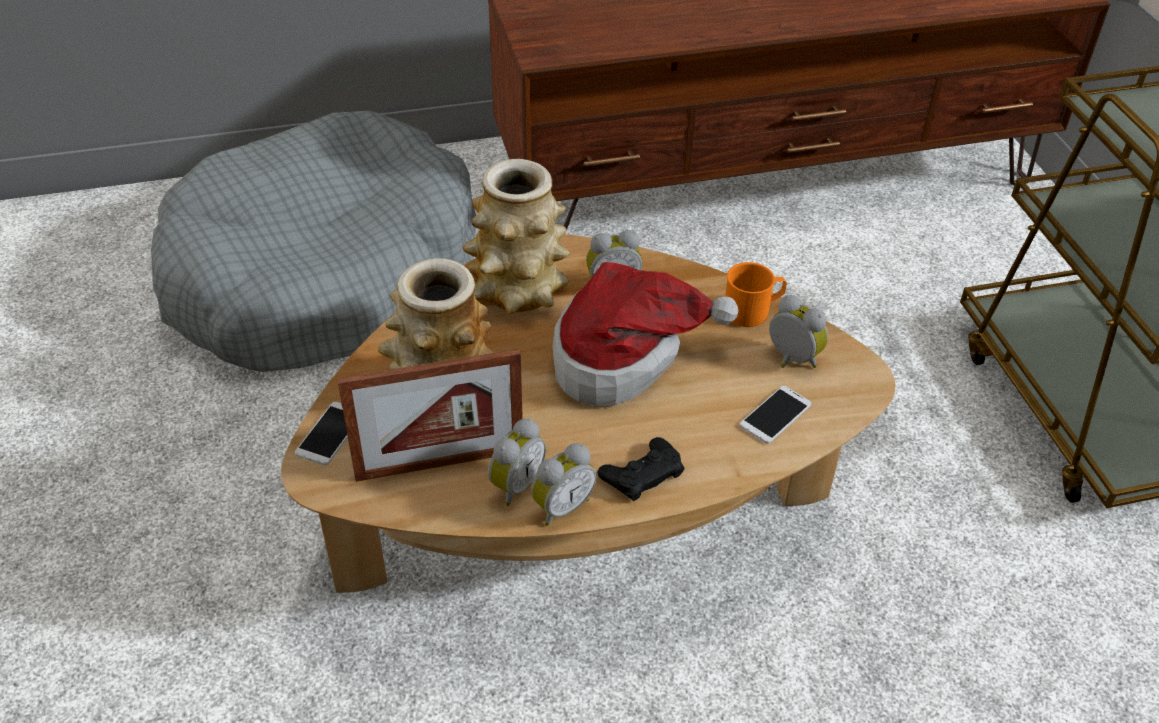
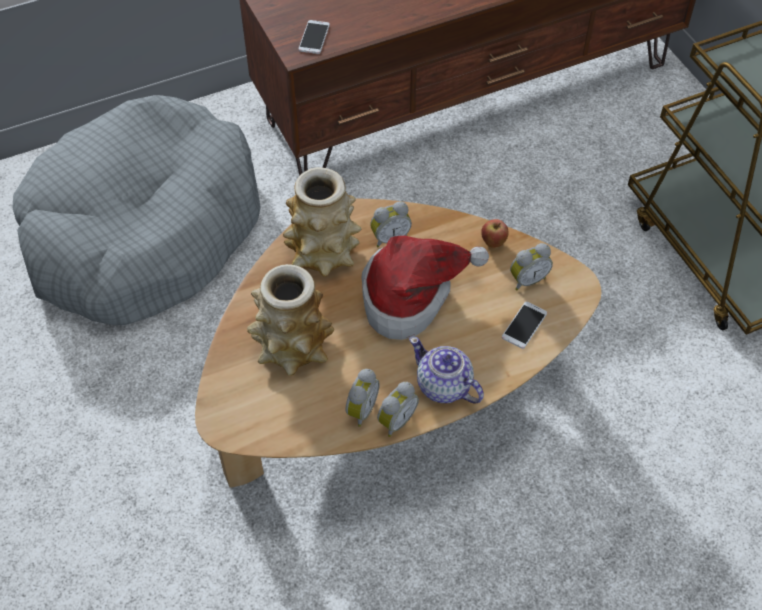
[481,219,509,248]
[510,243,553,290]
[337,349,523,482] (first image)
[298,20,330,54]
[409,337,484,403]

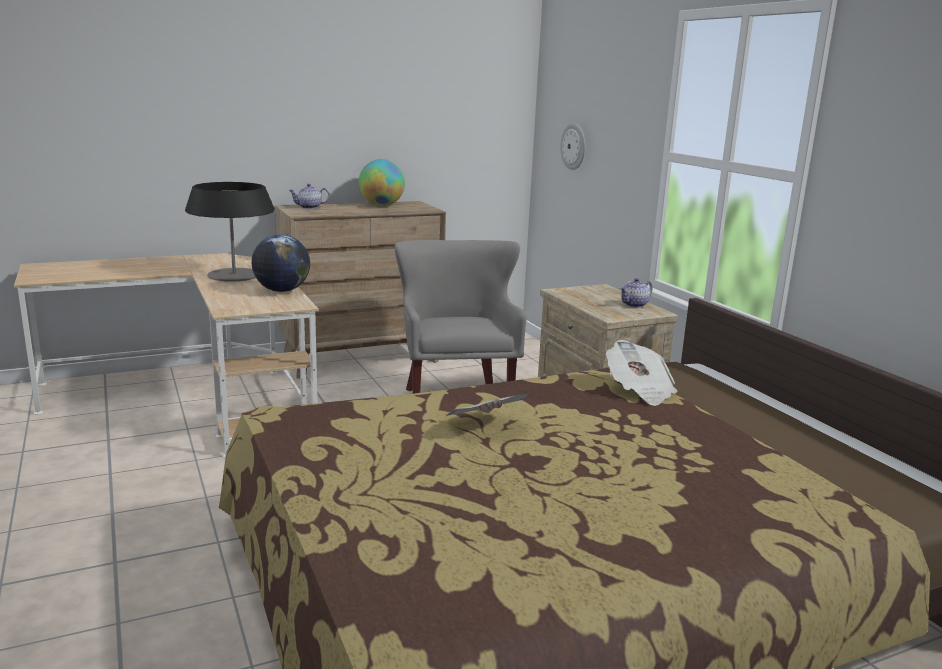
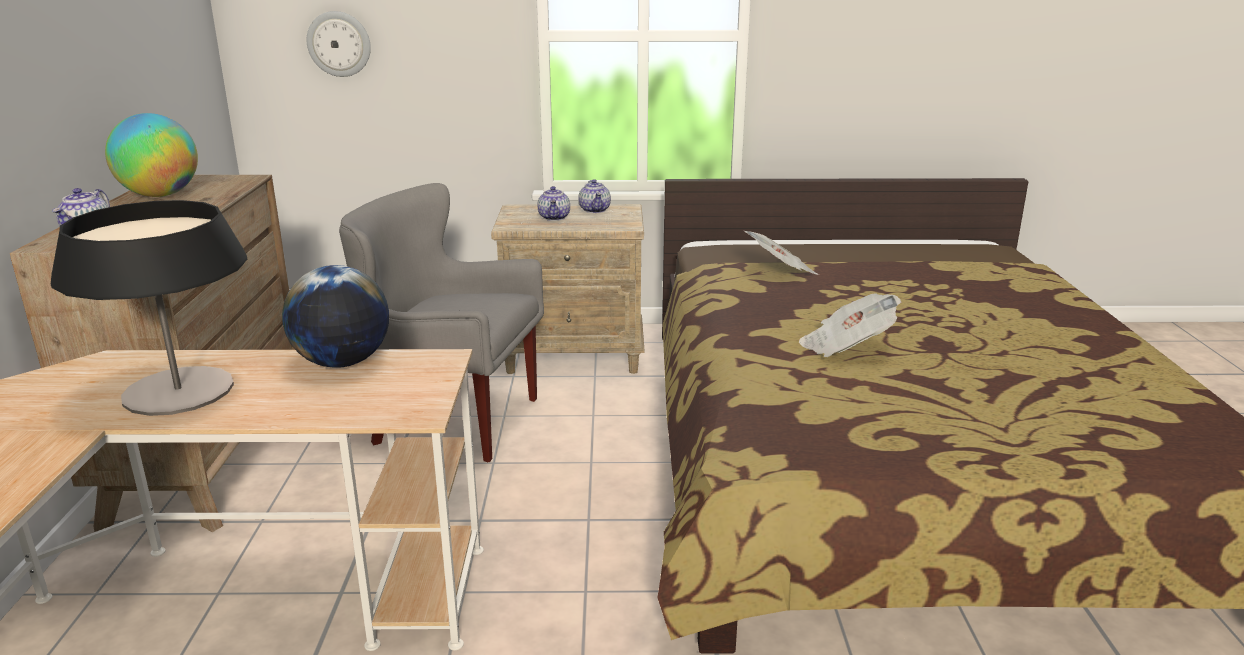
[538,186,570,221]

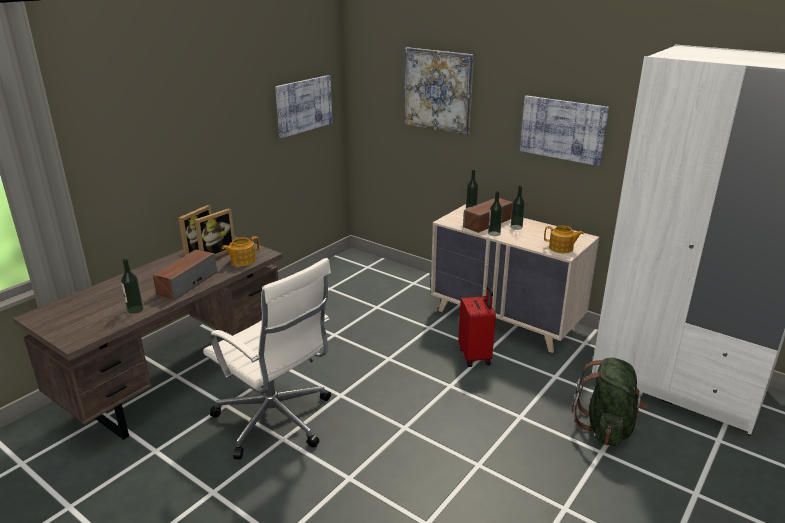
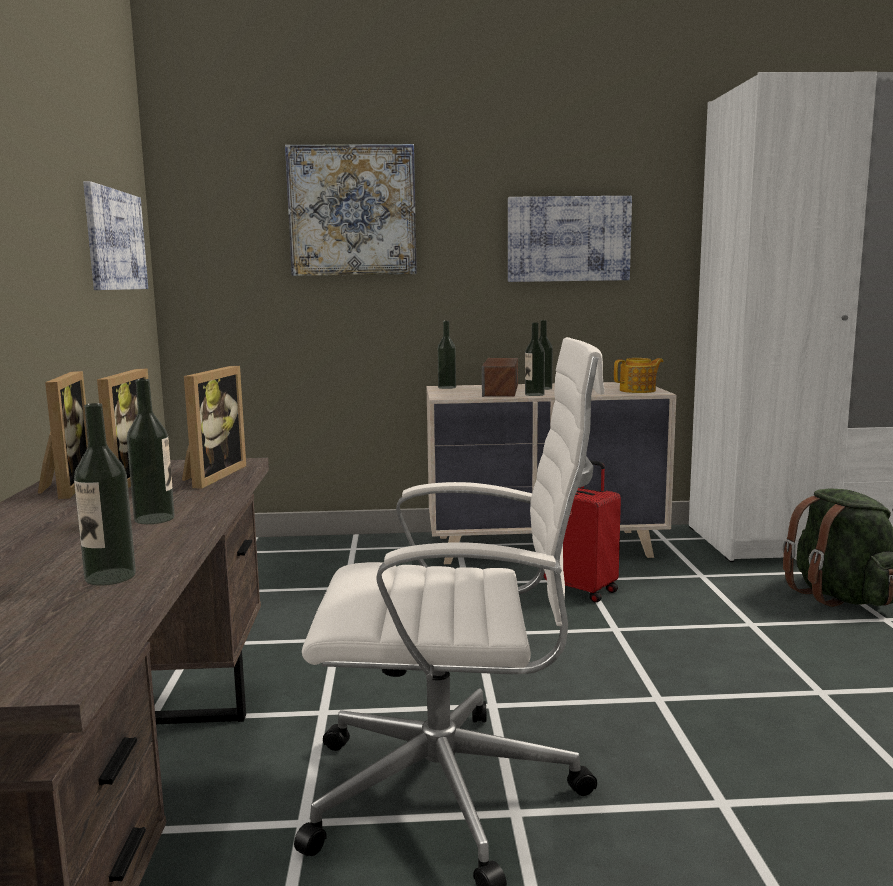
[182,366,246,489]
[127,379,175,524]

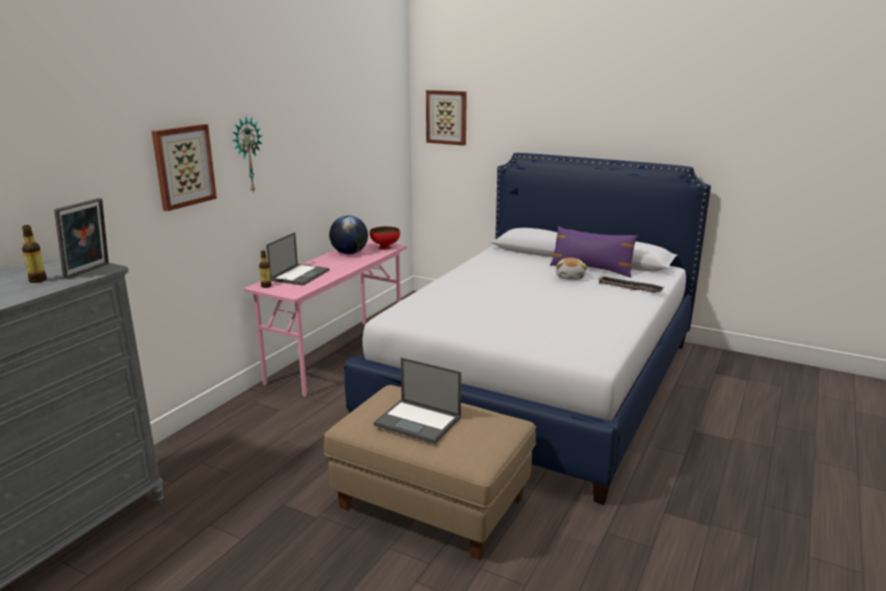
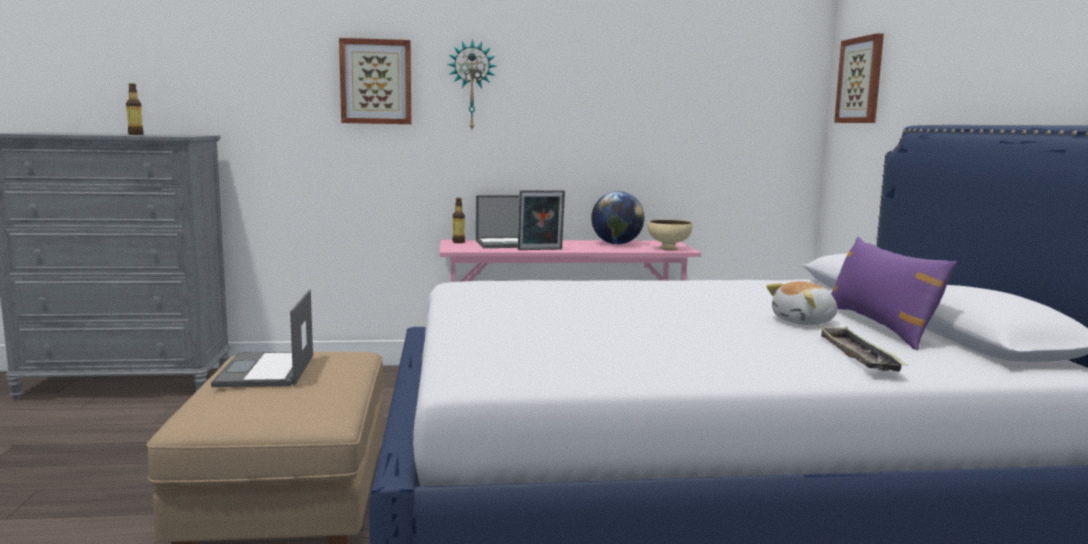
[518,190,565,250]
[648,220,692,250]

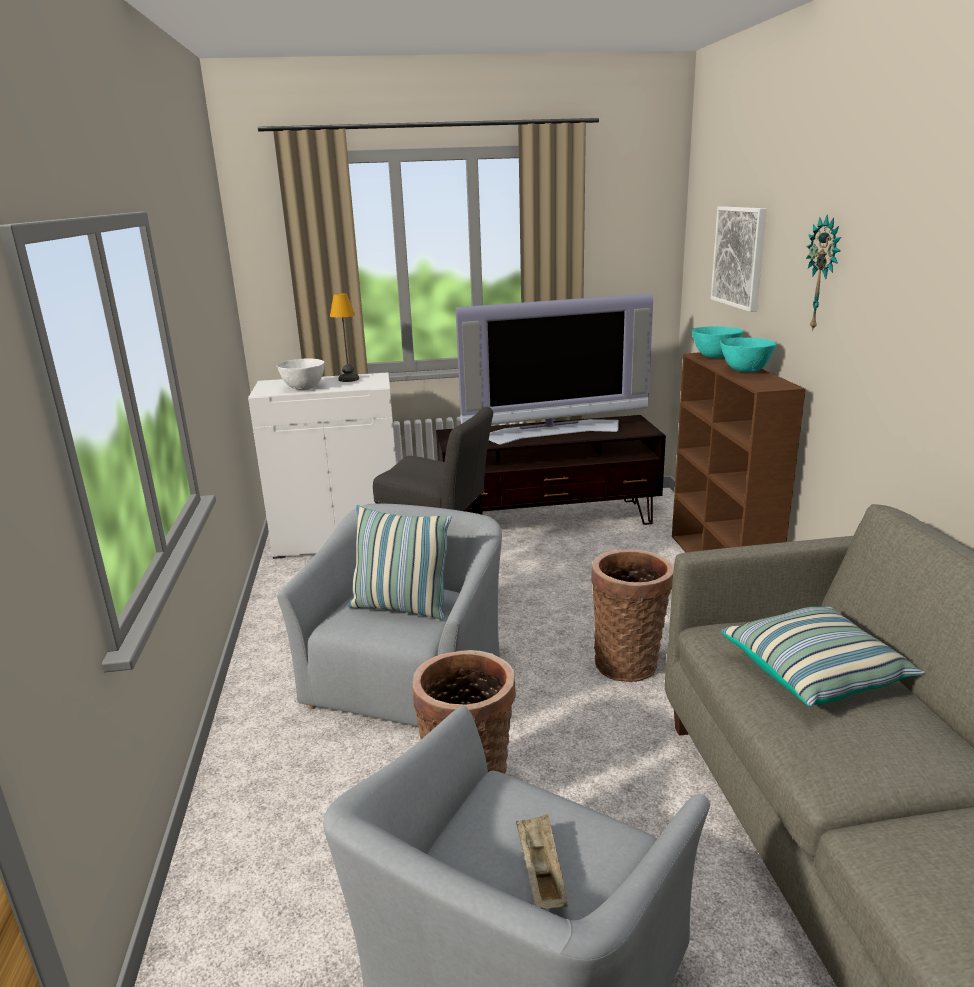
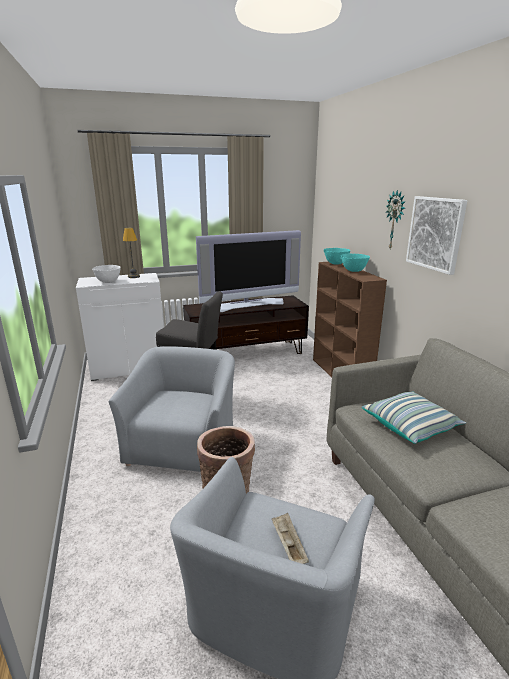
[406,196,467,275]
[348,505,452,620] (first image)
[591,550,674,682] (first image)

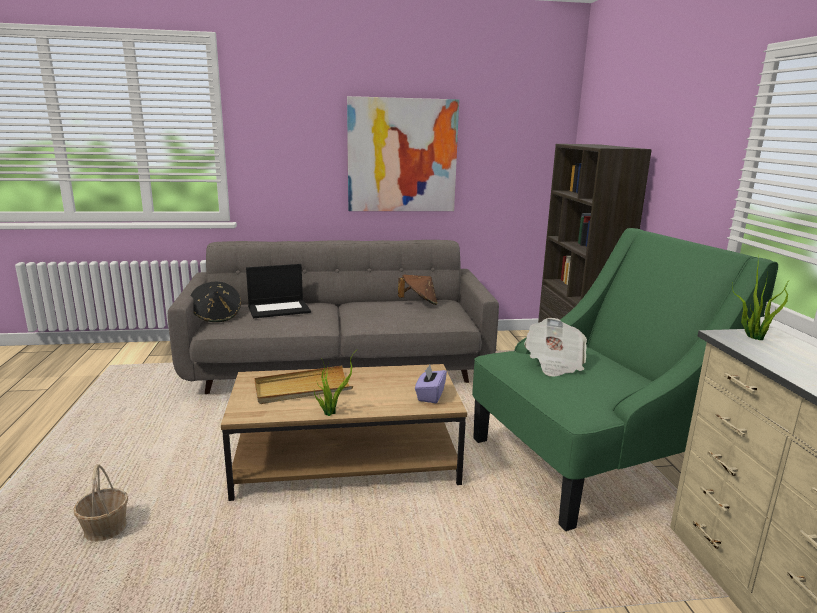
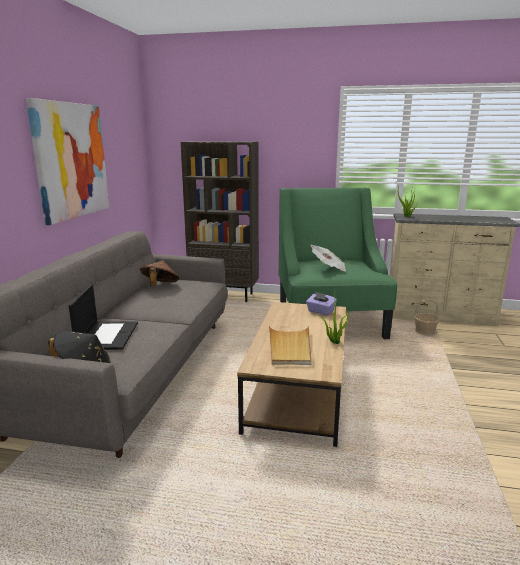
[414,299,439,335]

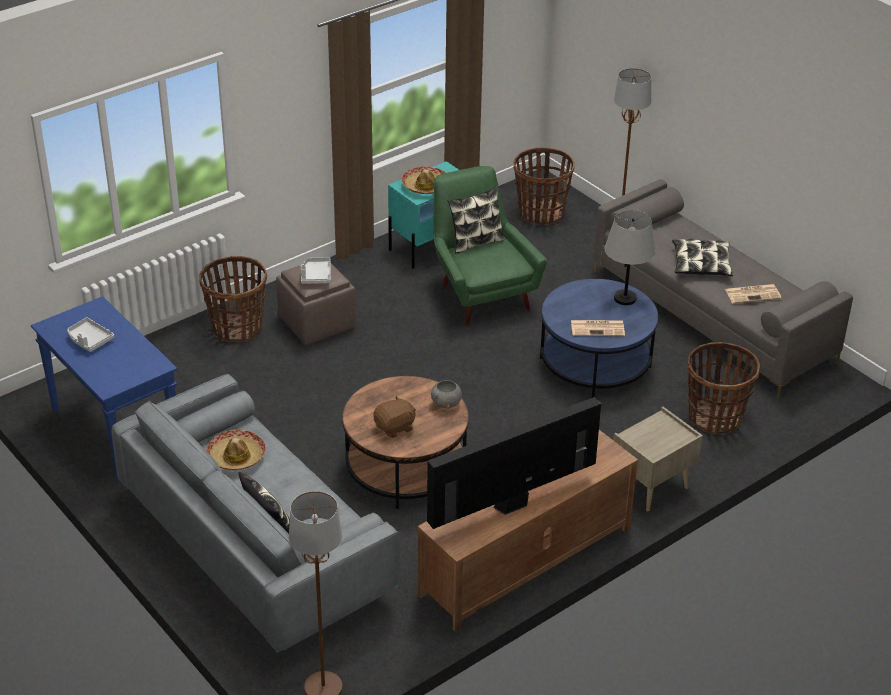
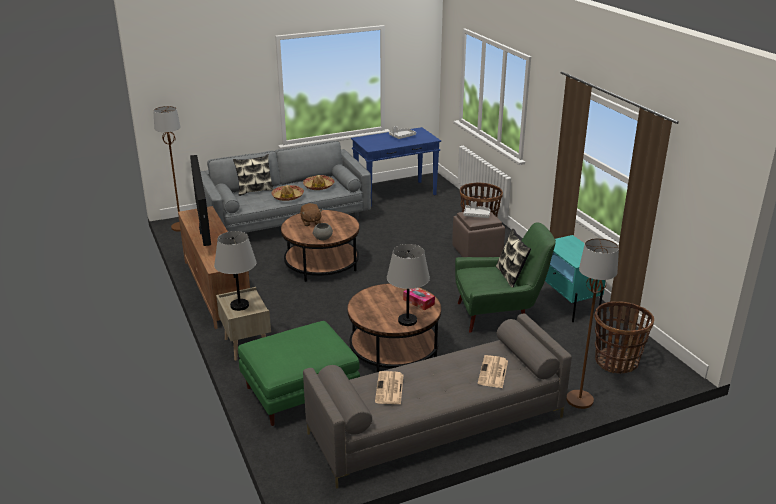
[271,185,304,201]
[672,239,733,276] (first image)
[347,283,441,372]
[478,355,508,388]
[238,321,360,426]
[214,231,257,311]
[403,288,435,310]

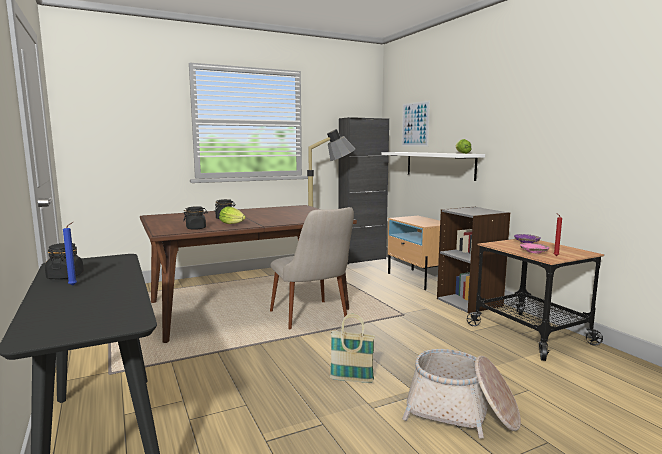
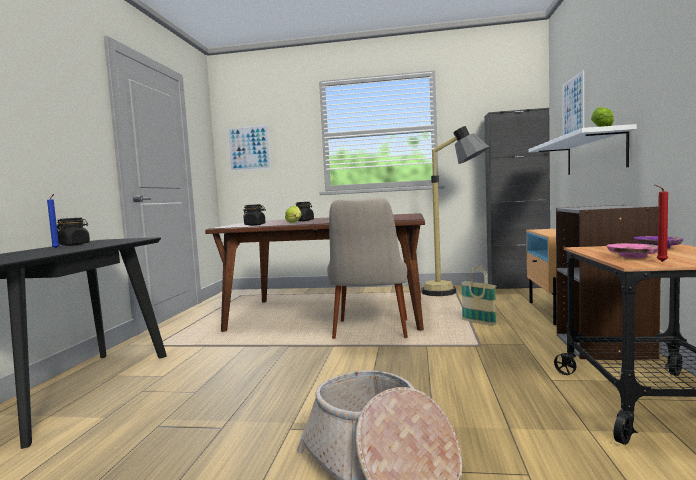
[461,267,497,326]
[227,125,272,172]

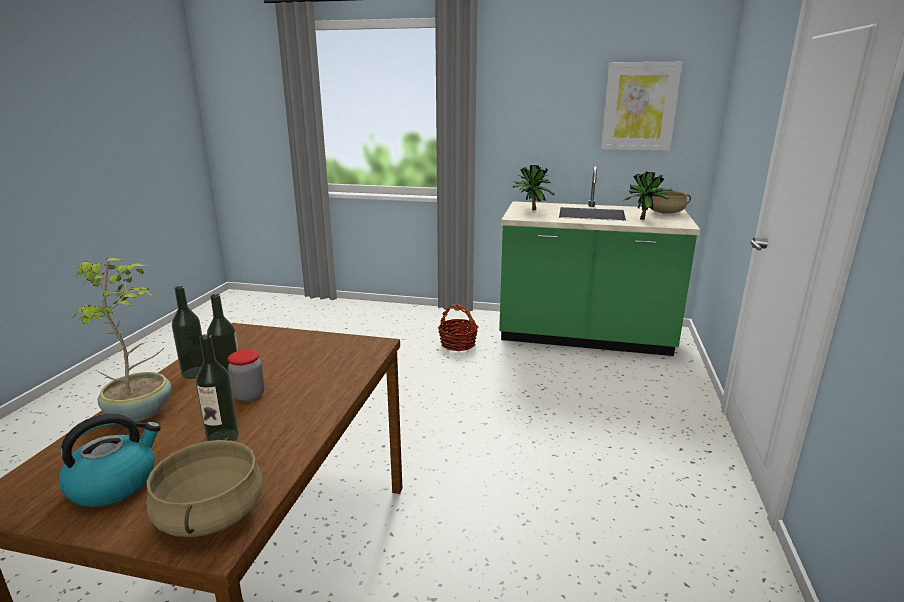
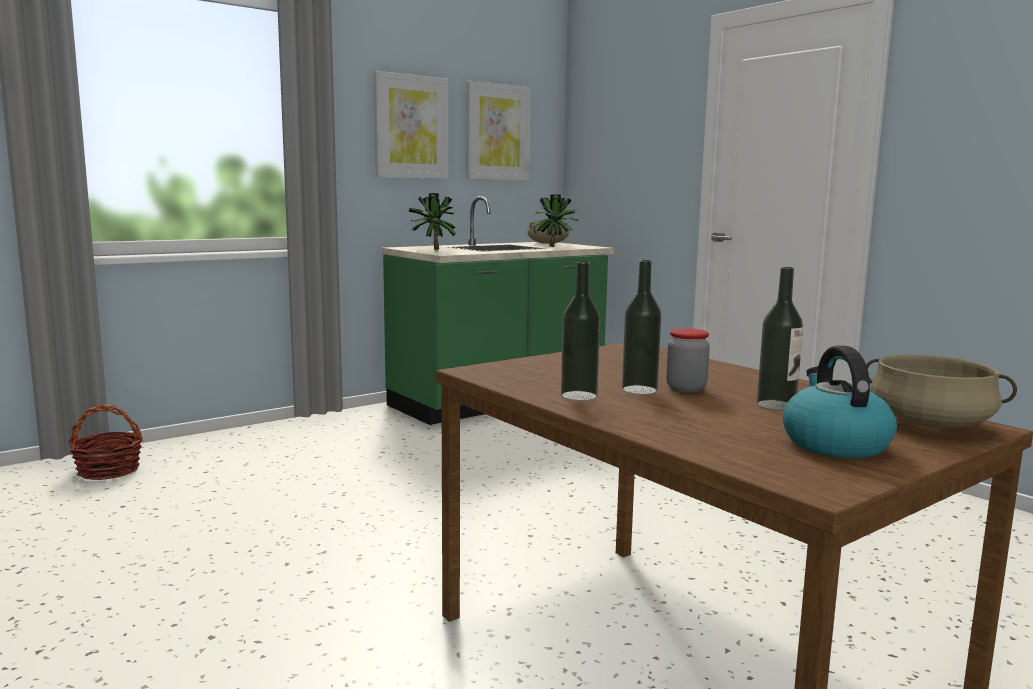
[71,258,172,422] (first image)
[68,404,143,480]
[374,71,448,179]

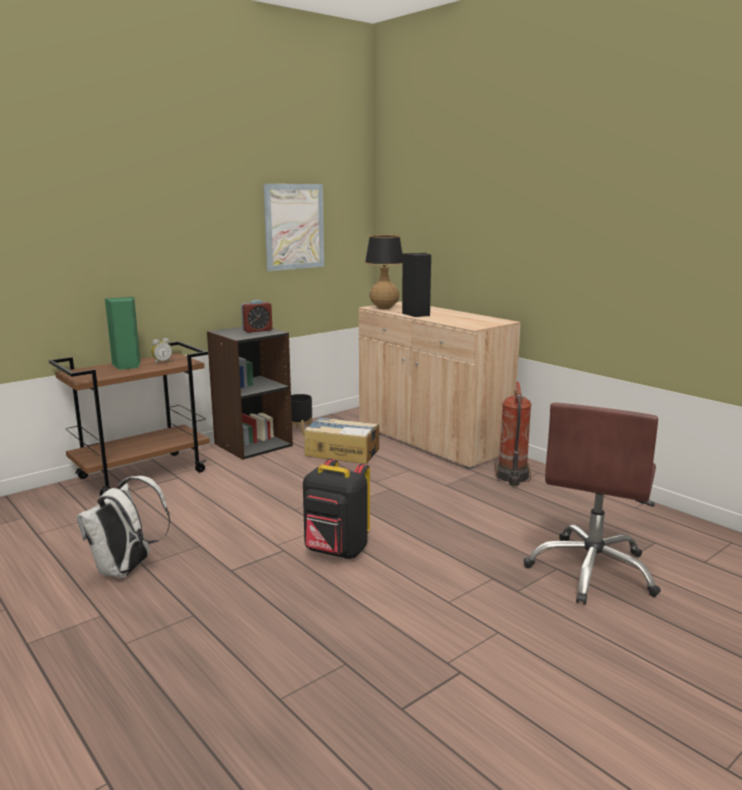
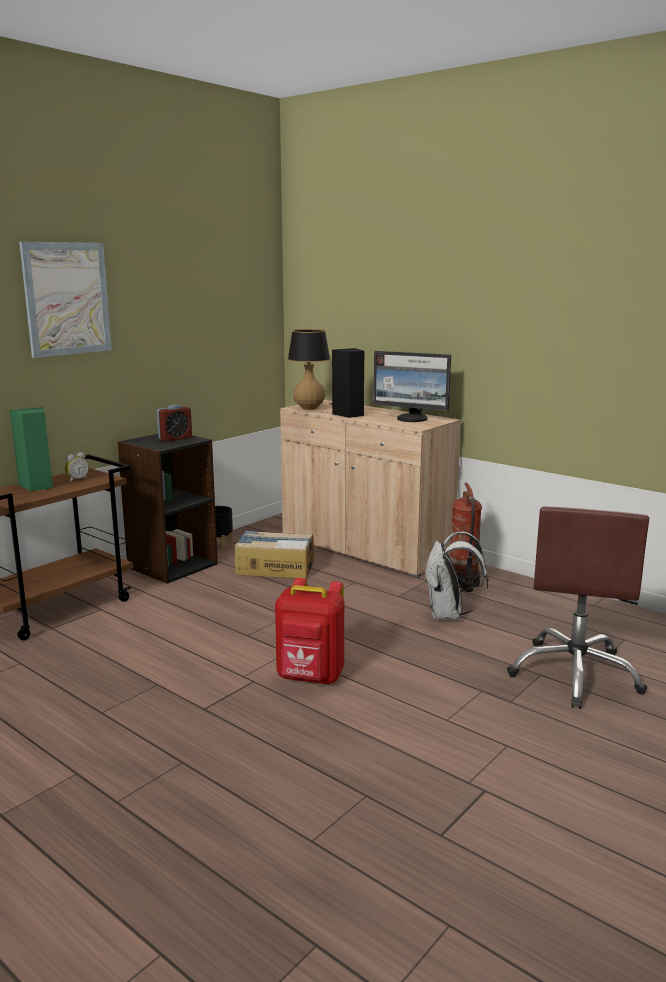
[19,242,112,358]
[275,578,344,684]
[424,532,488,620]
[373,351,451,422]

